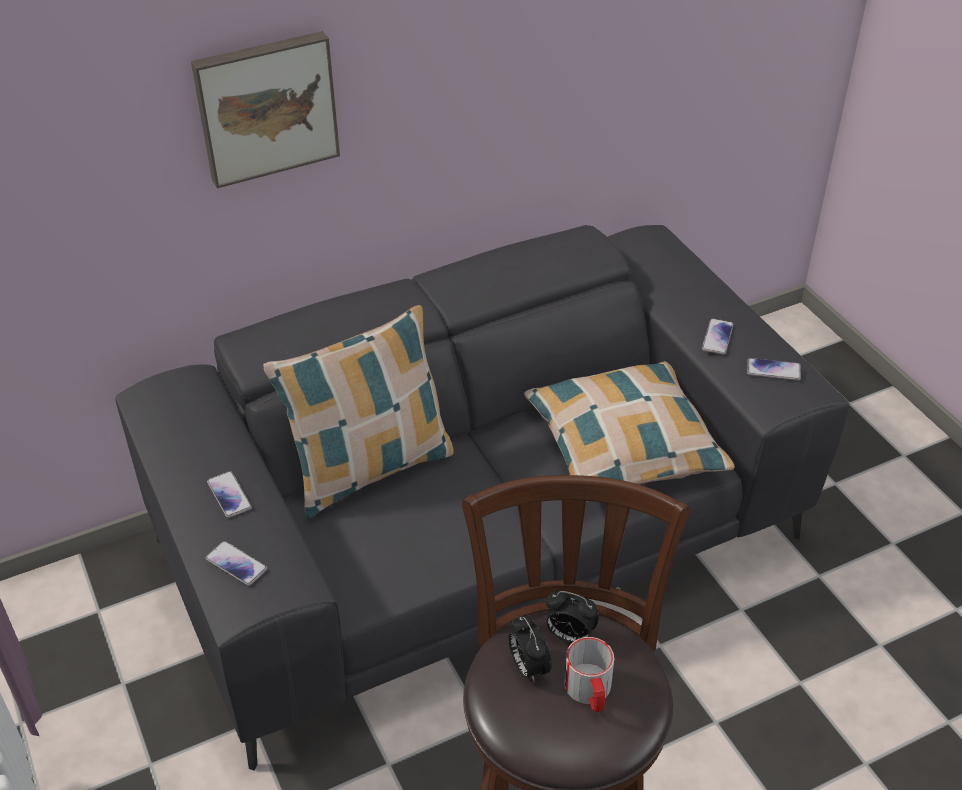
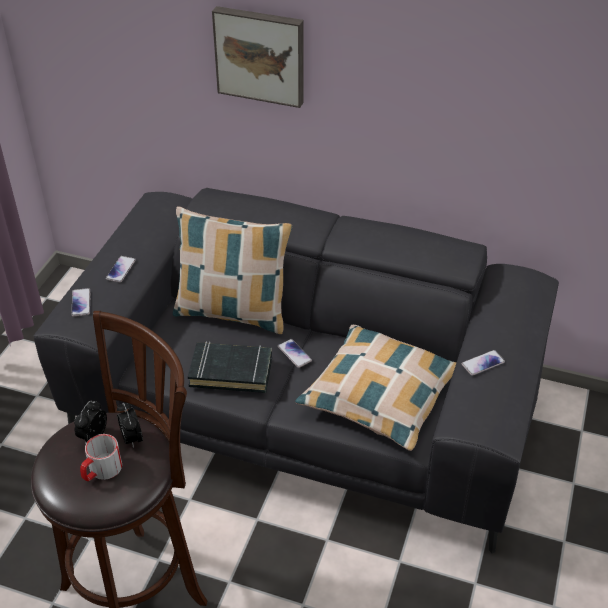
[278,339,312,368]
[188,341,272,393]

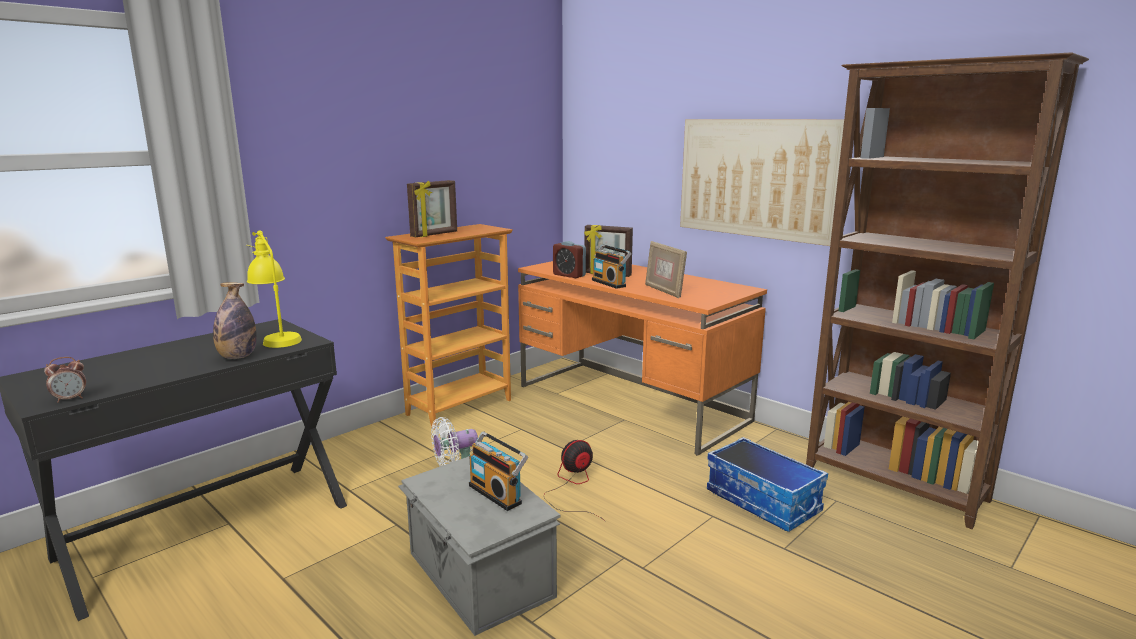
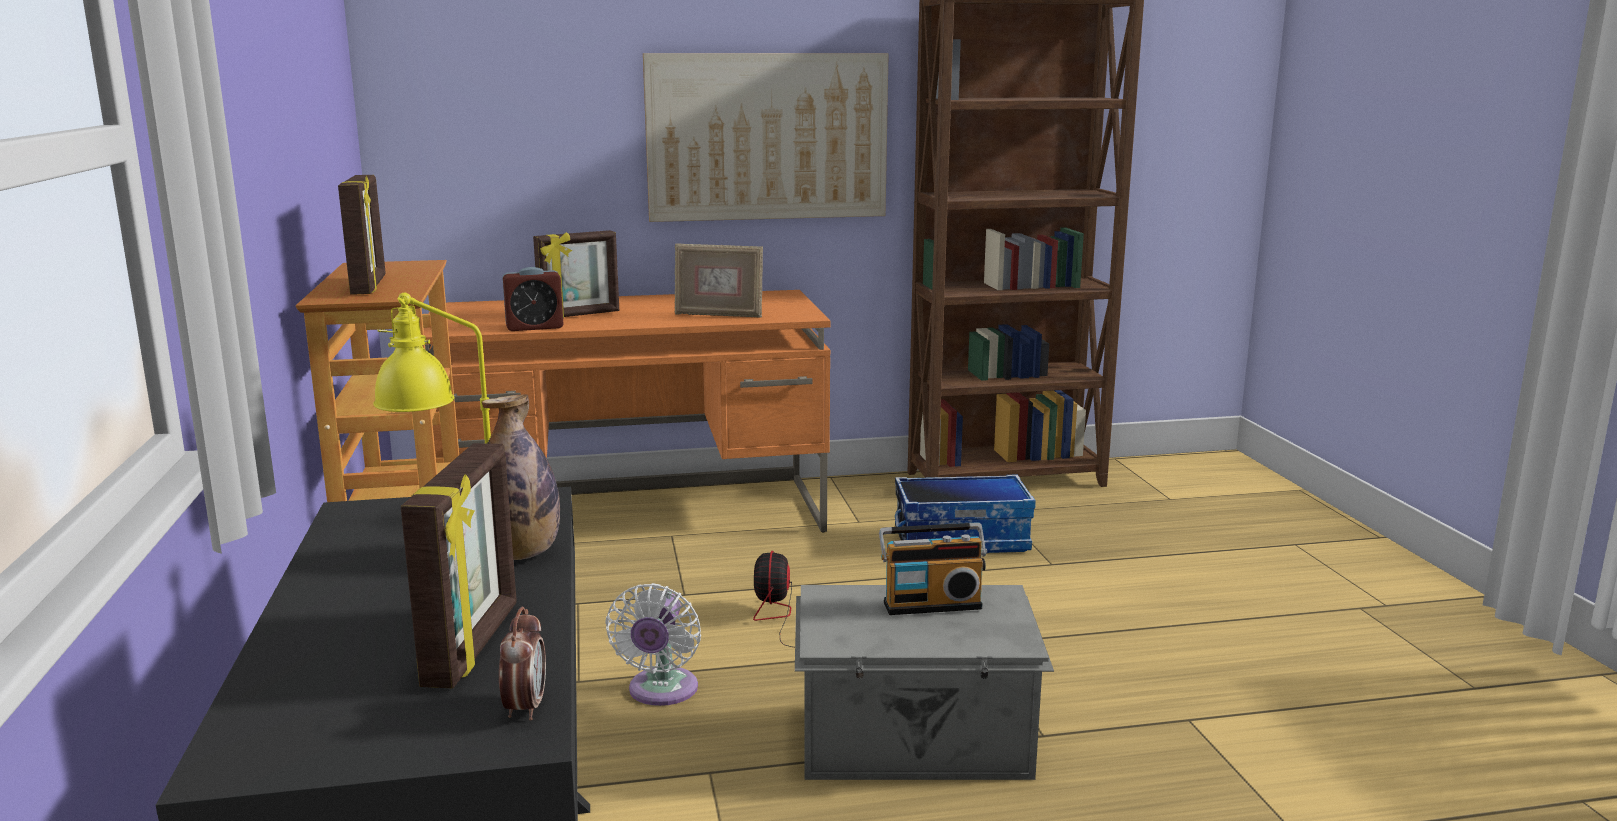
[592,244,632,289] (first image)
[401,443,517,688]

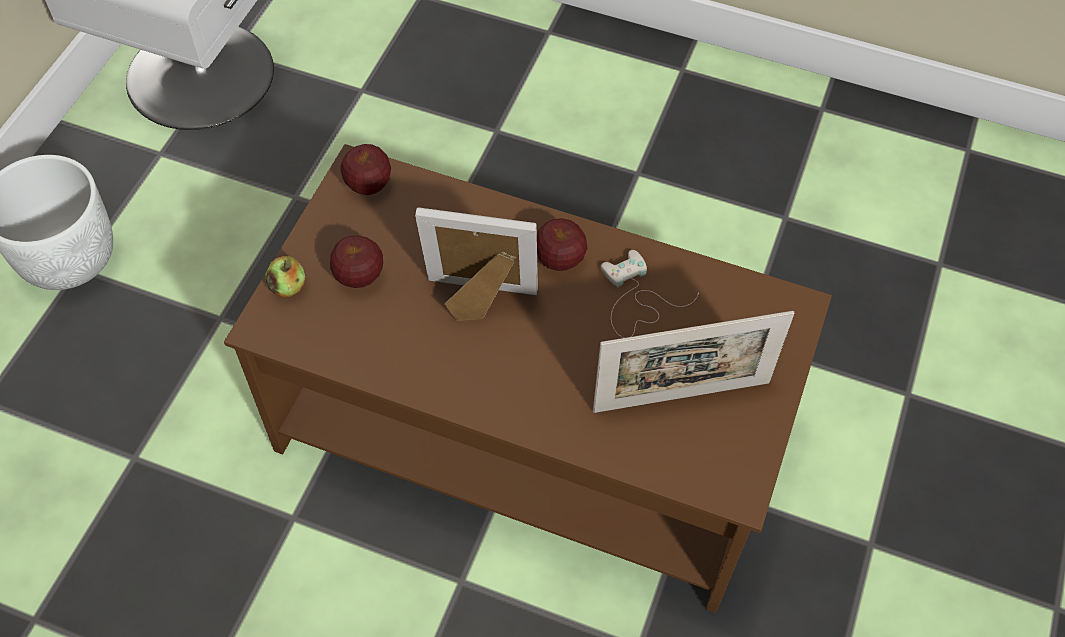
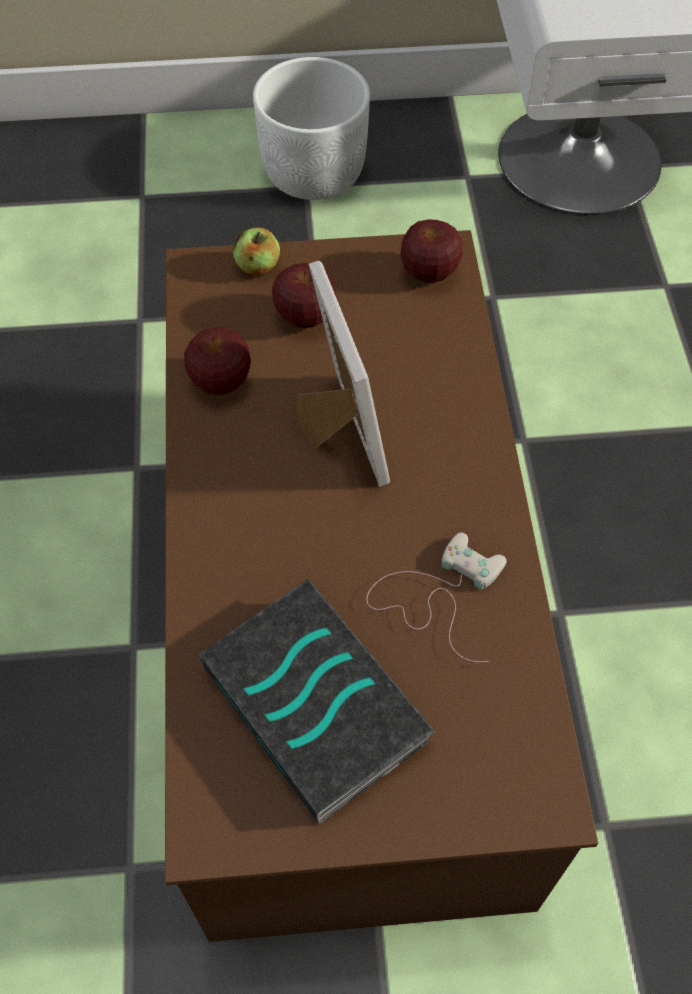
[184,327,251,395]
[199,579,436,824]

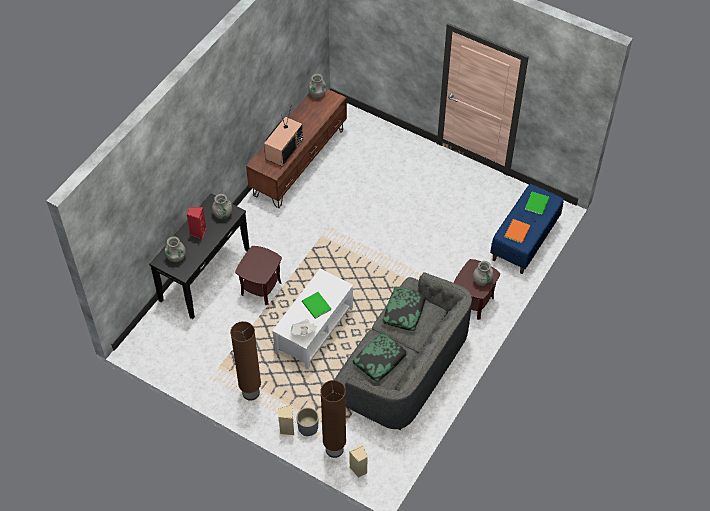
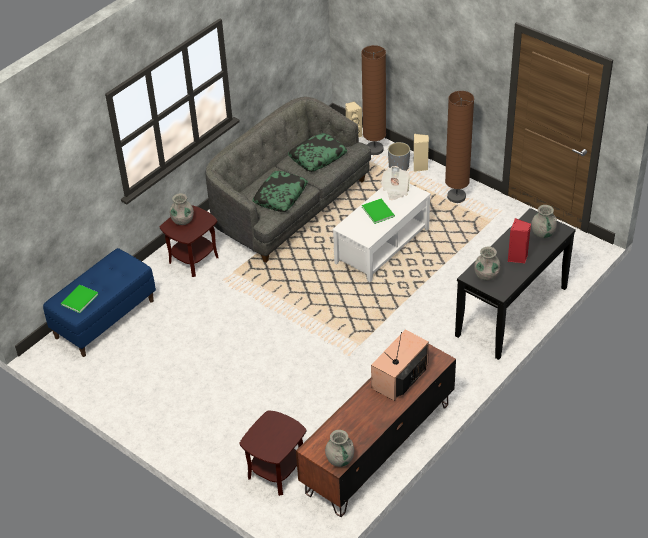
[505,219,531,243] (first image)
[239,410,307,496]

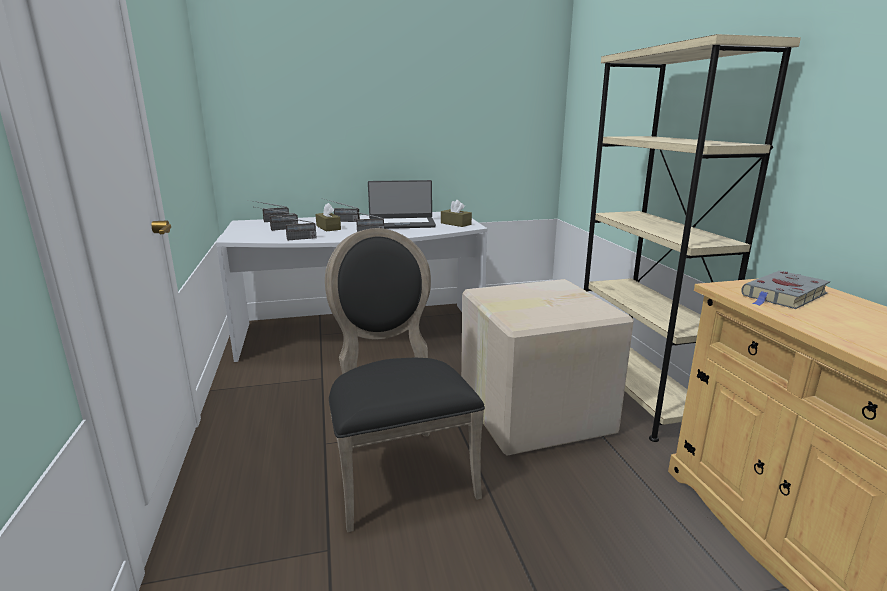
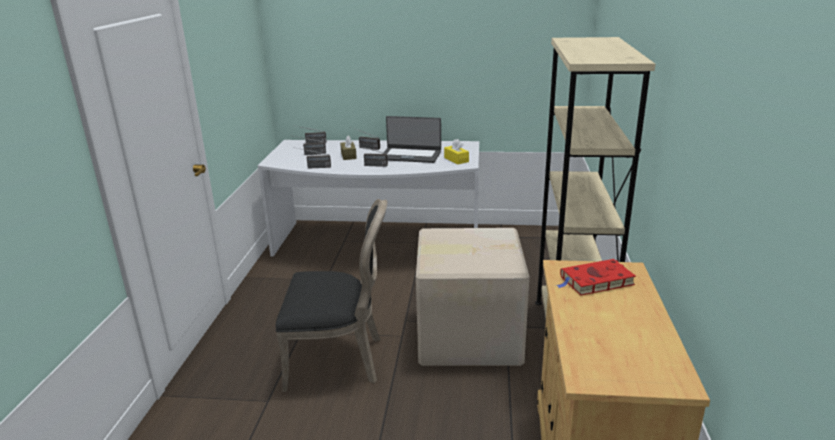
[444,139,469,164]
[276,199,387,392]
[556,259,636,296]

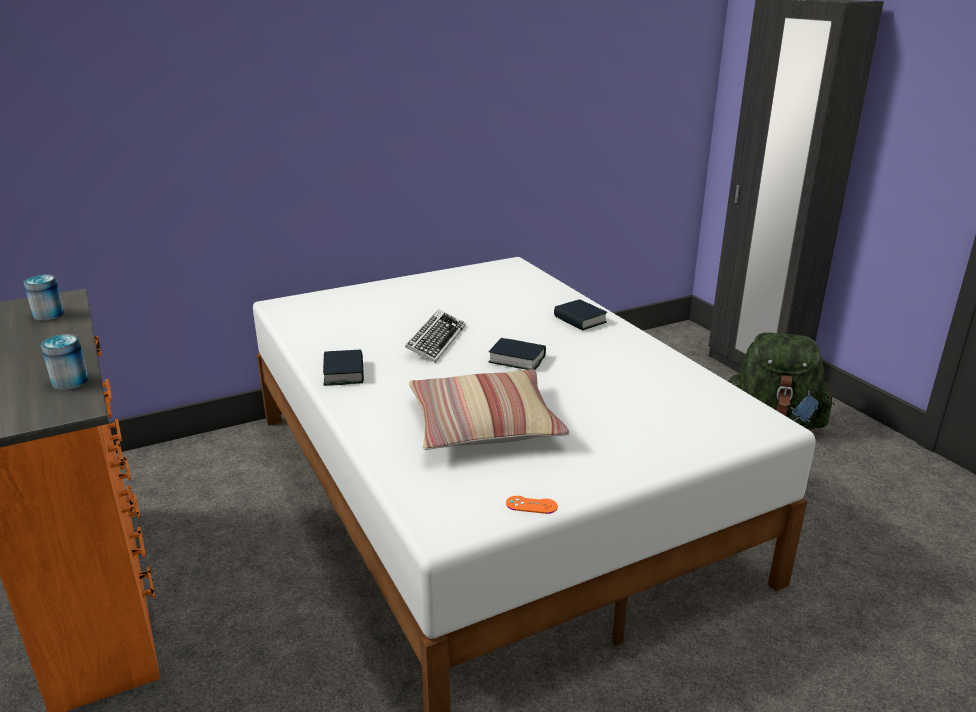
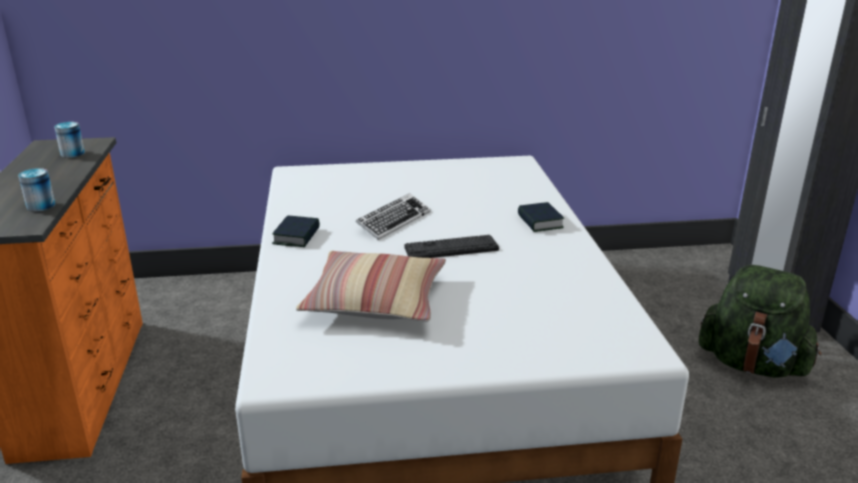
[404,235,499,258]
[506,496,558,514] (first image)

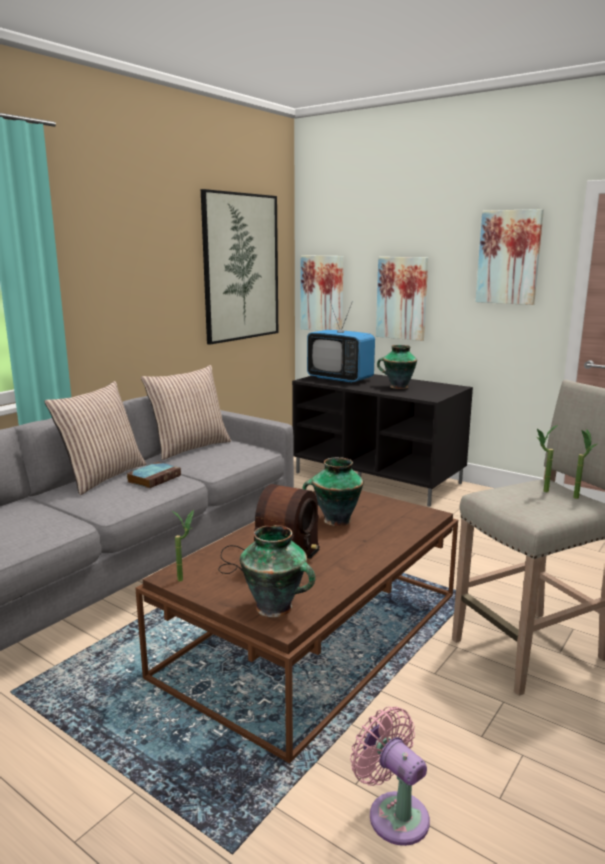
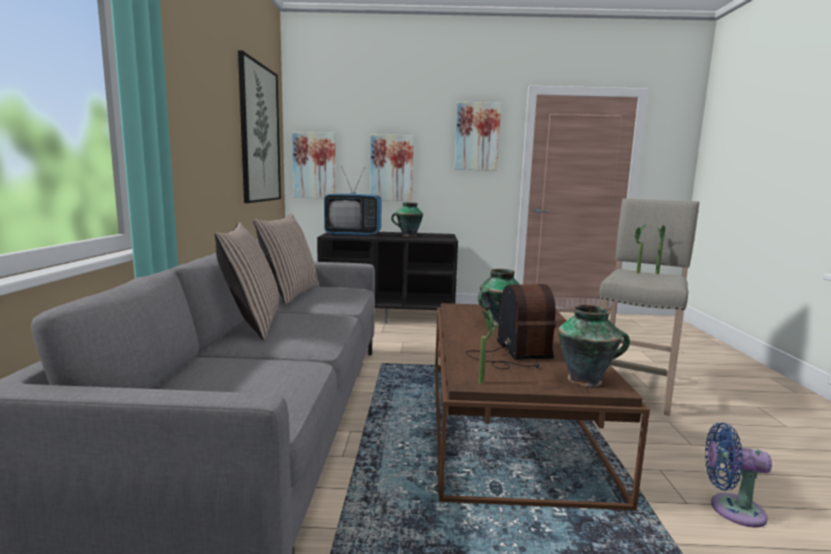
[126,462,181,488] (first image)
[705,423,772,527]

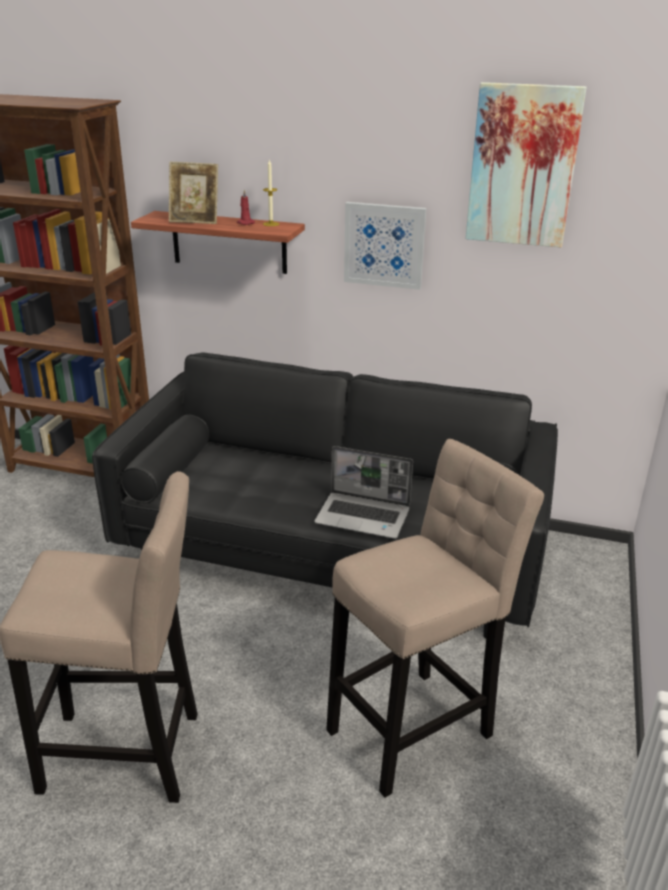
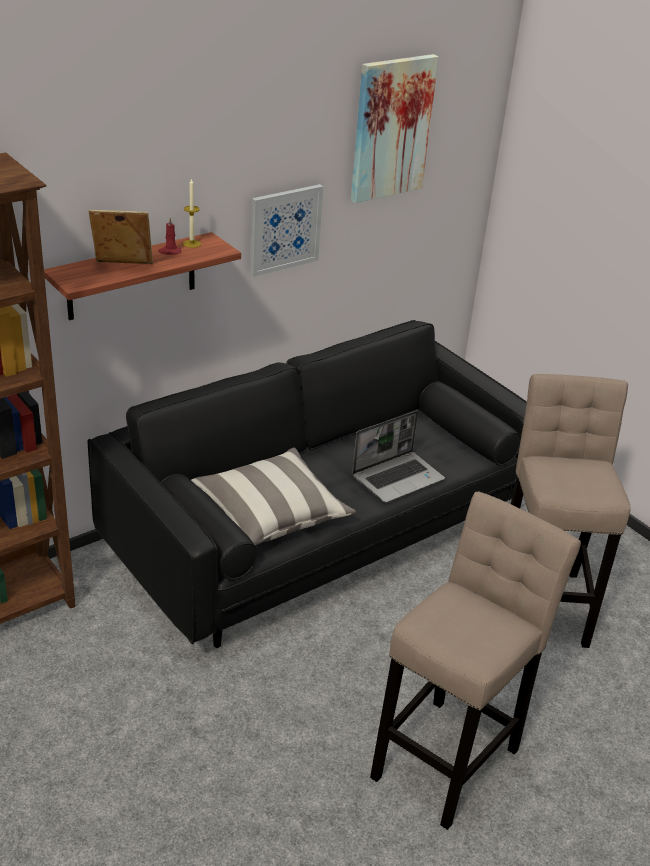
[88,210,153,264]
[191,448,356,546]

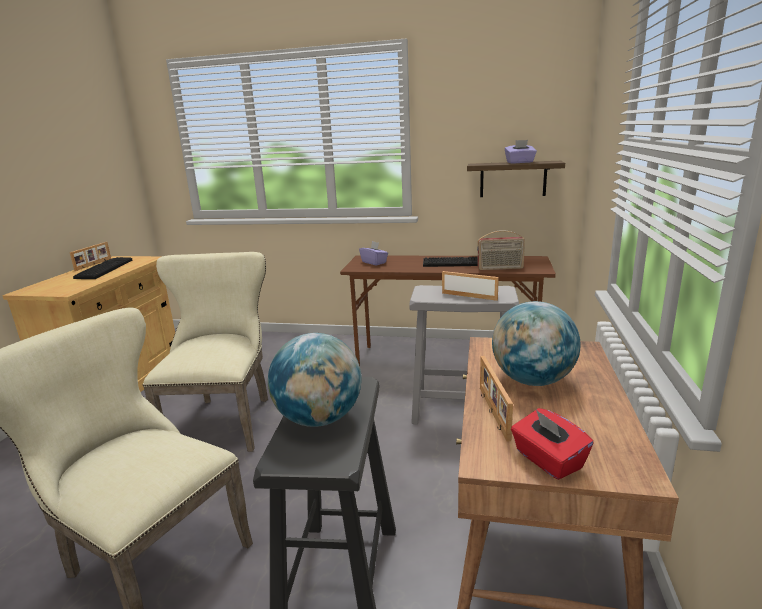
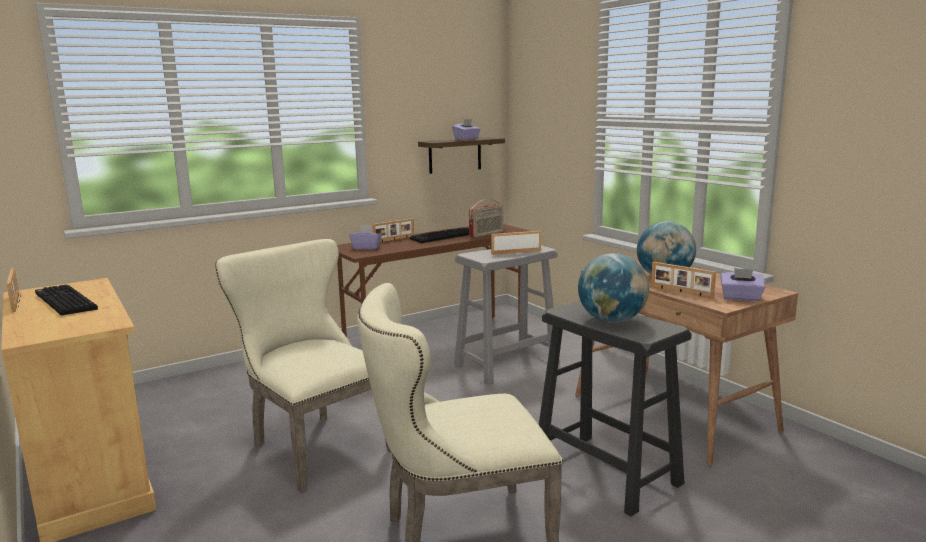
[720,268,765,301]
[372,218,414,242]

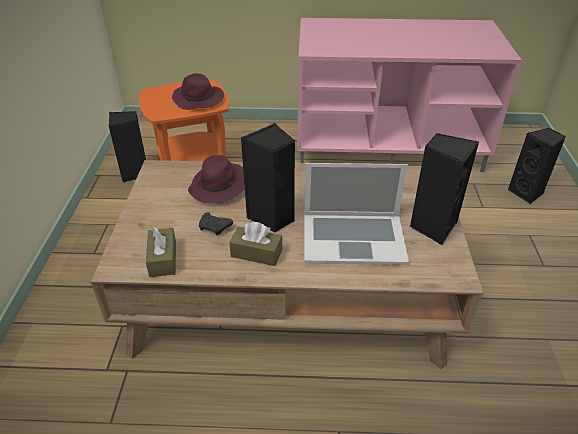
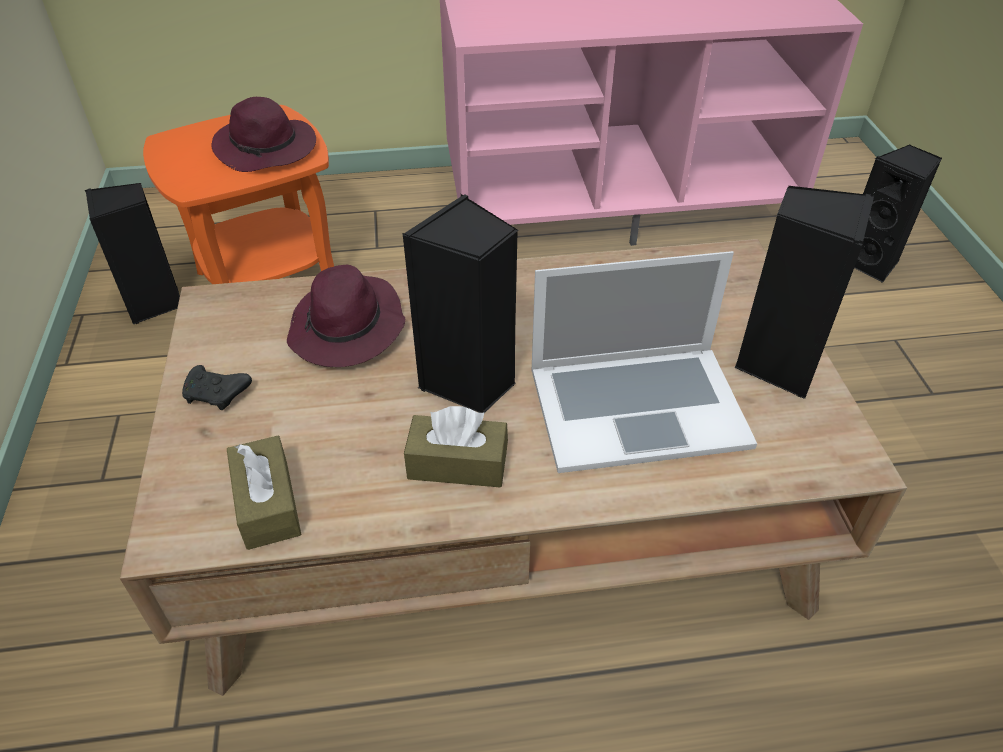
[182,365,252,410]

